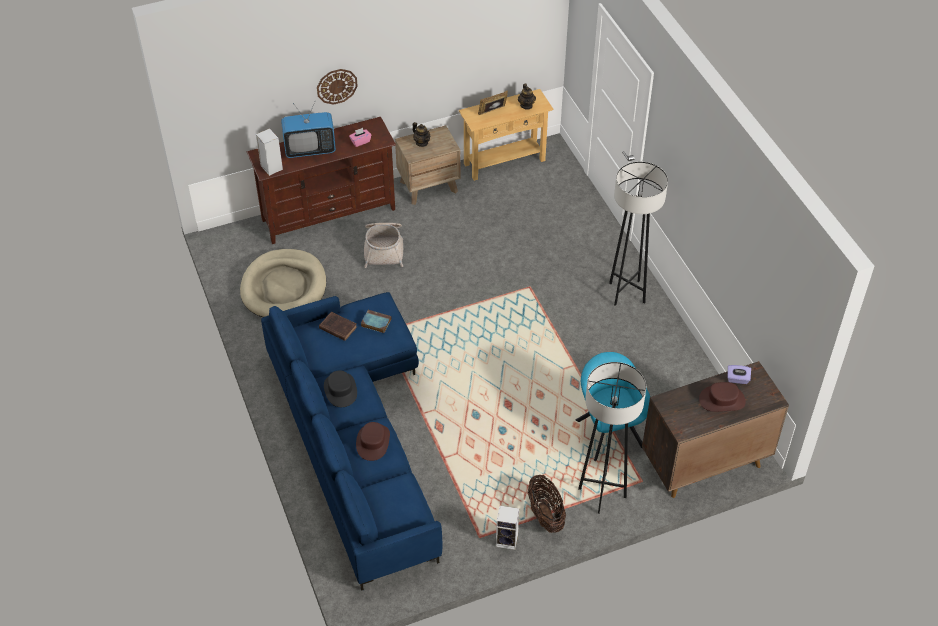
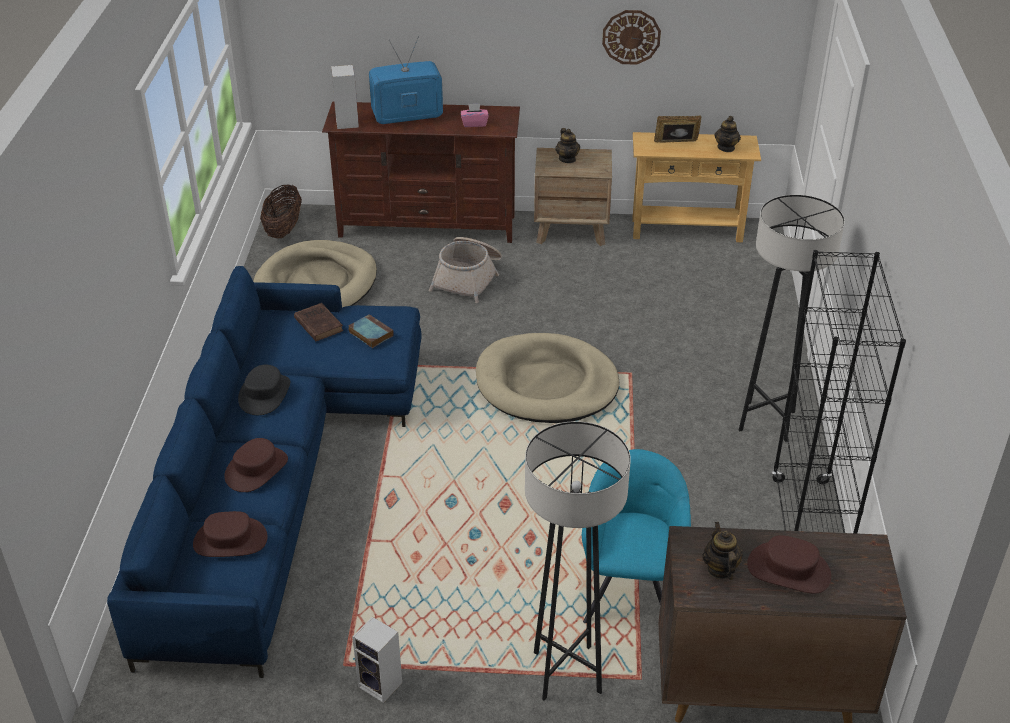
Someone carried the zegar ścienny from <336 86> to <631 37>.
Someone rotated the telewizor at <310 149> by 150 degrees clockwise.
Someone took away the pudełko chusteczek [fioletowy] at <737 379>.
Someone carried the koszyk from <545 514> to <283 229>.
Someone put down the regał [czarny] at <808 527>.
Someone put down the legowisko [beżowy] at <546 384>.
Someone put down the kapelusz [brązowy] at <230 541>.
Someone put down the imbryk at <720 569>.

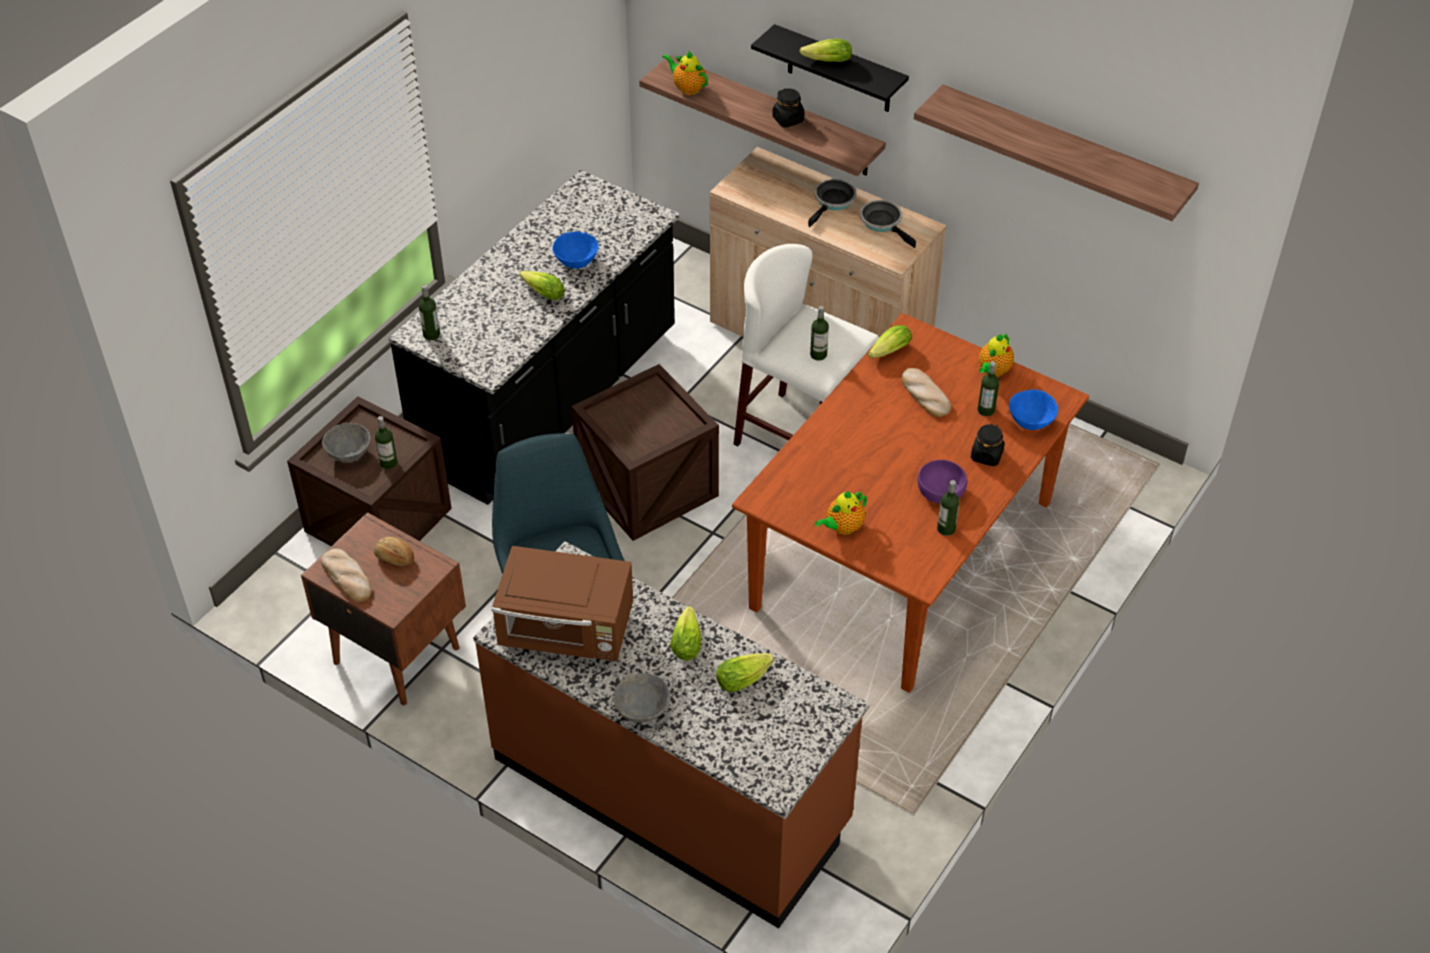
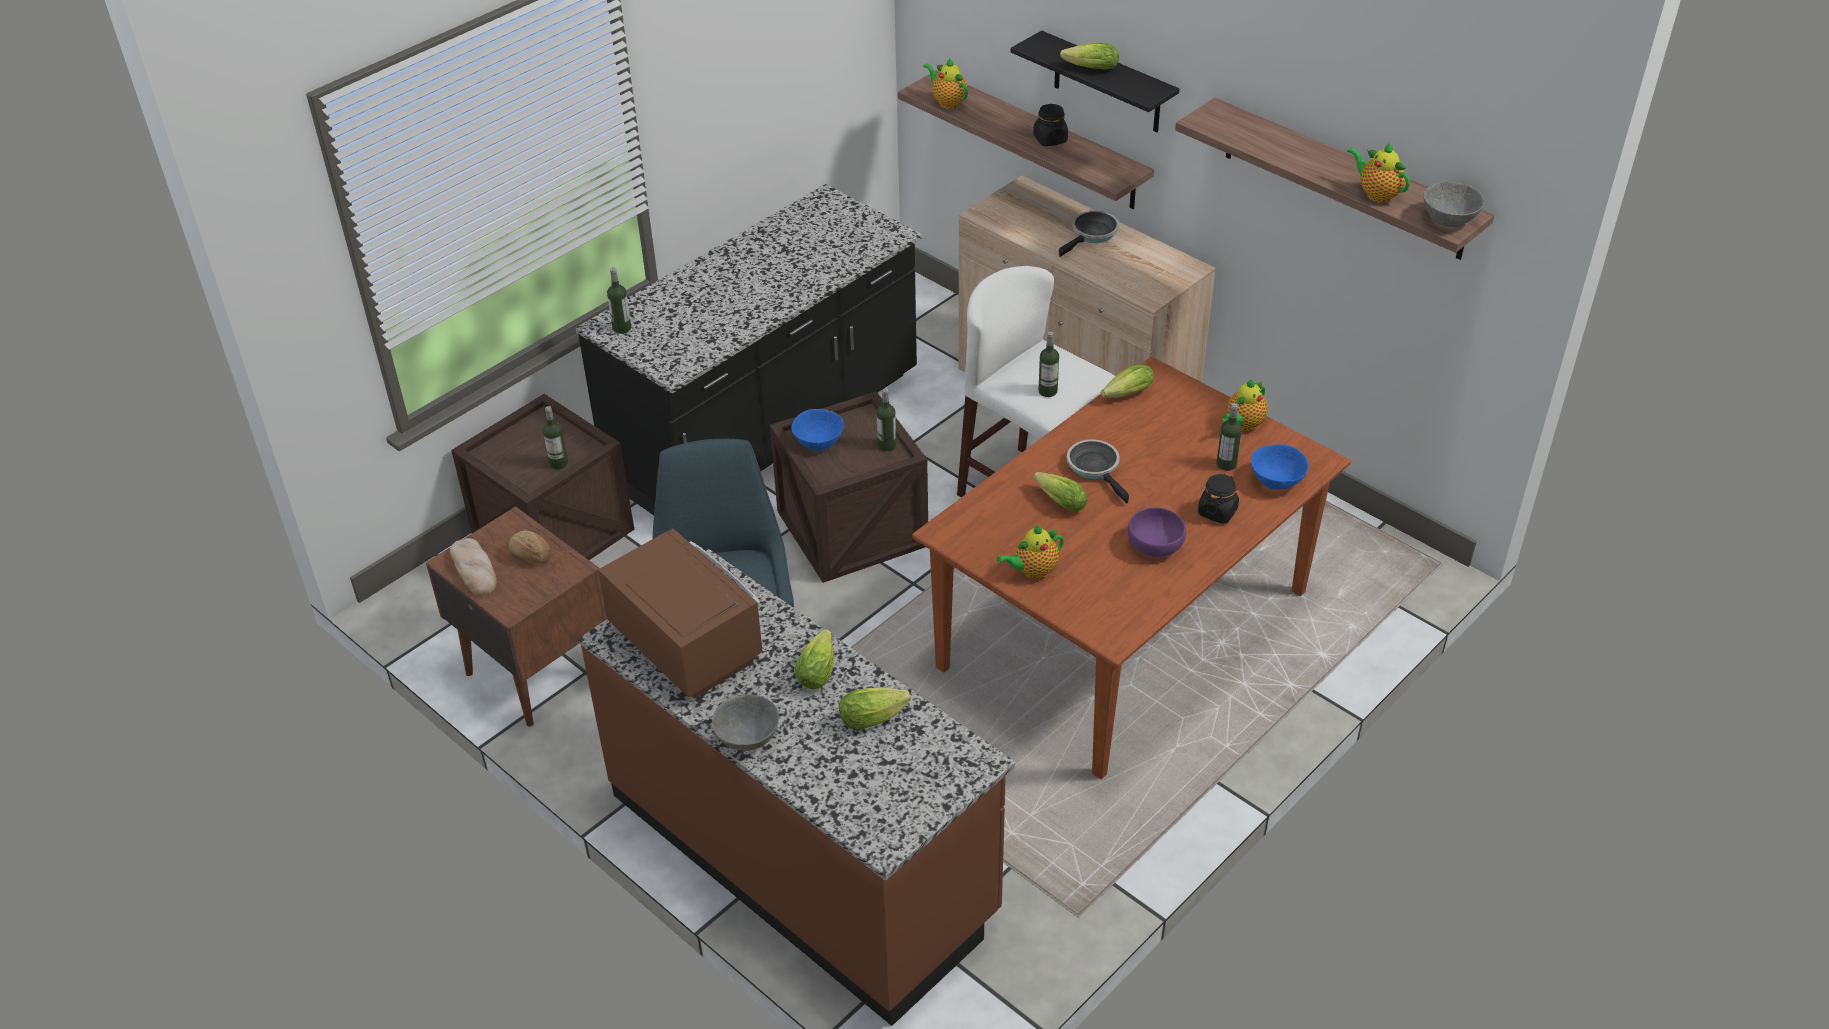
Someone carried the patelnia from <883 223> to <1095 468>.
Someone carried the miska [niebieski] from <576 262> to <818 443>.
Someone carried the sałata from <541 292> to <1058 500>.
Someone took away the chleb at <924 395>.
Someone carried the miska [szary] from <349 454> to <1449 220>.
Someone carried the butelka from <946 529> to <887 445>.
Someone rotated the mikrofalówka [brązowy] at <568 631> by 150 degrees counterclockwise.
Someone put down the imbryk at <1376 194>.

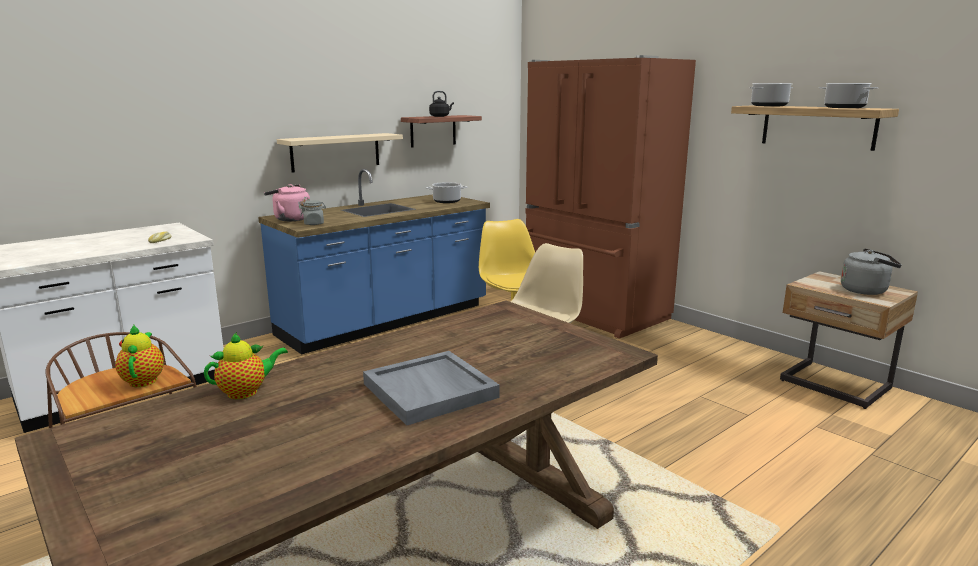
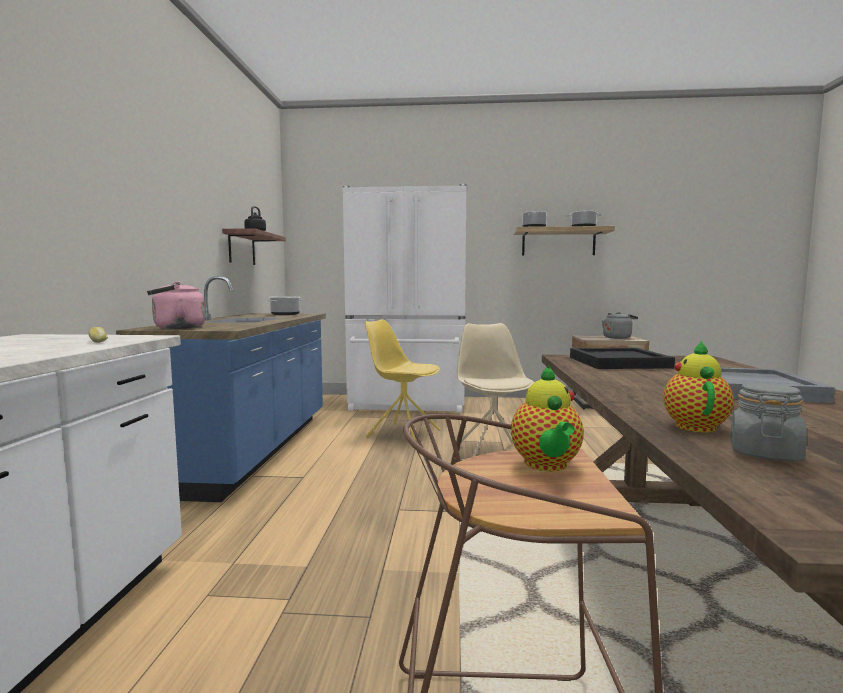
Someone repainted the lodówka [brązowy] at <593 312>, which became the lodówka [biały] at <408 404>.
Someone took away the półka [beżowy] at <336 152>.
Someone carried the słoik [szary] from <314 224> to <764 453>.
Someone rotated the imbryk at <144 380> by 120 degrees counterclockwise.
Someone put down the taca [czarny] at <618 362>.

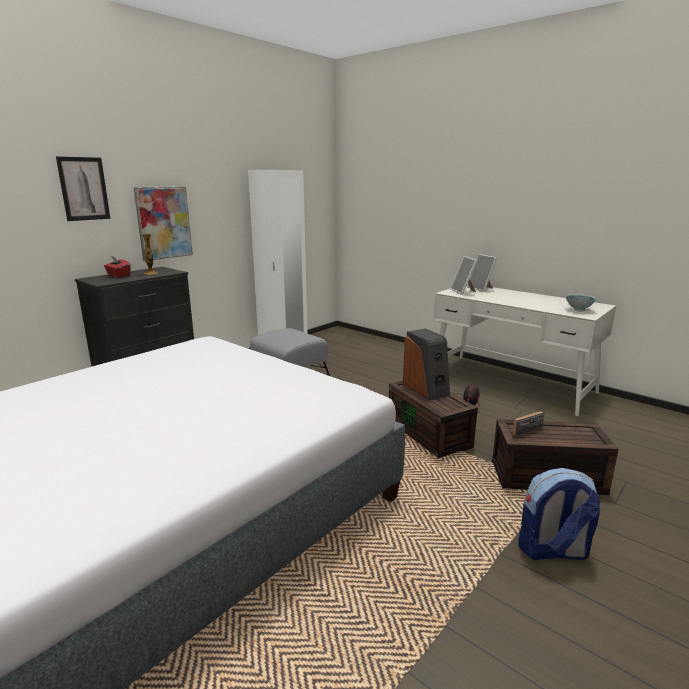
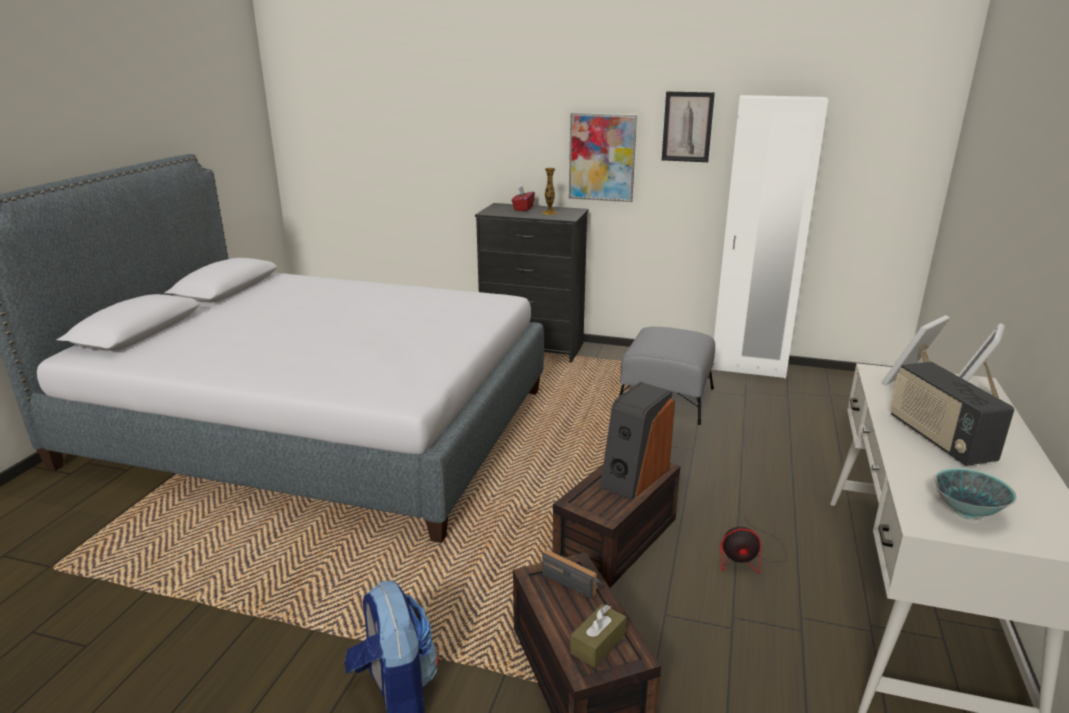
Someone carried the obraz from <84 189> to <687 127>.
Someone put down the radio at <938 439>.
Someone put down the pudełko chusteczek [brązowy] at <598 644>.

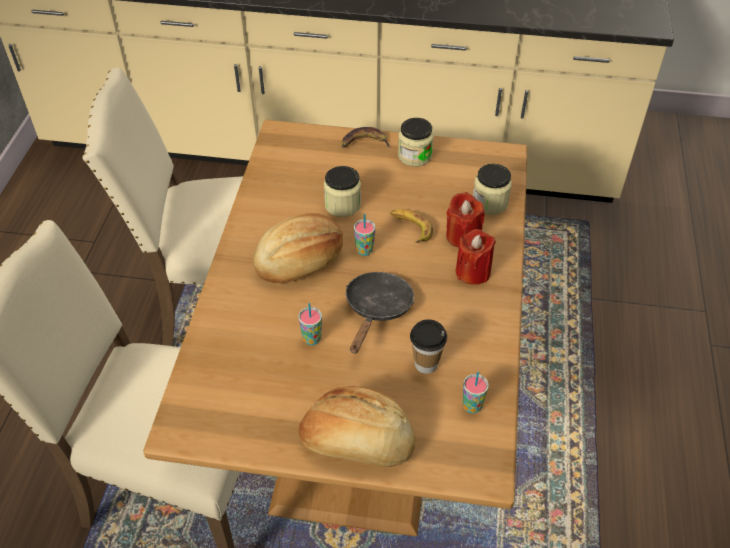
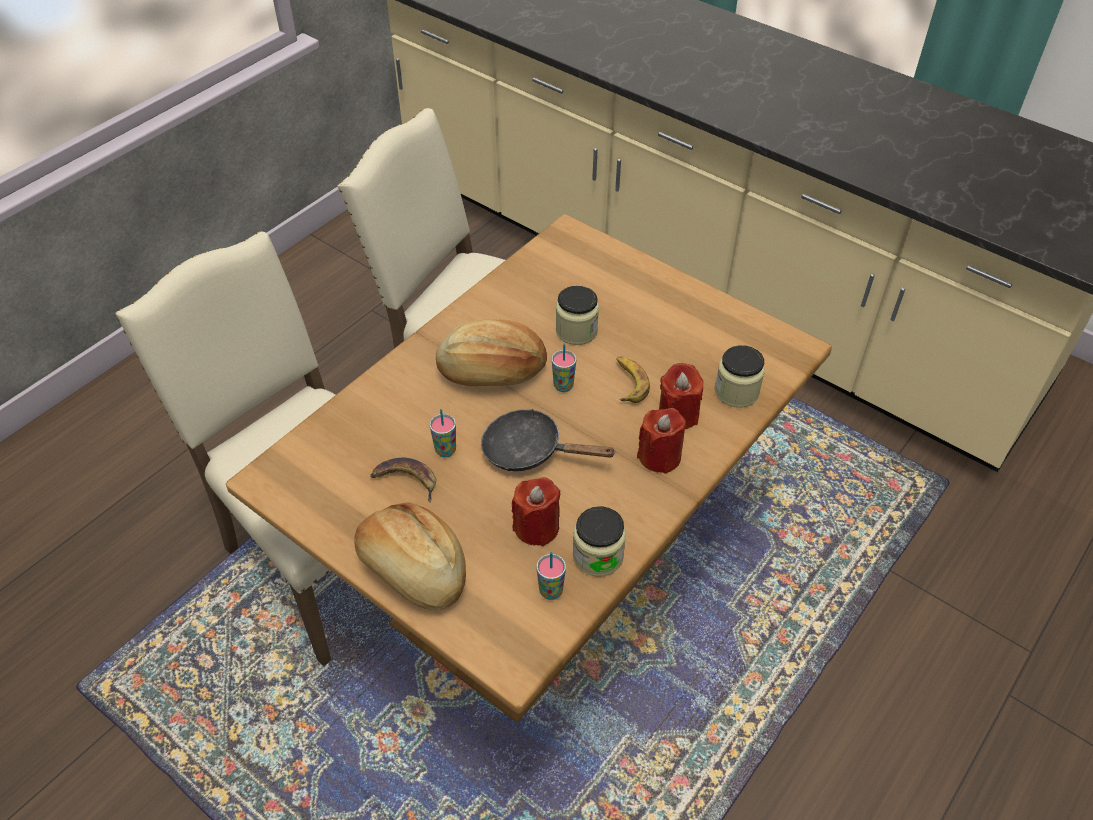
Someone carried the słoik from <414 156> to <598 556>.
Someone carried the banan from <364 142> to <405 480>.
Someone rotated the patelnia [czarny] at <377 310> by 120 degrees counterclockwise.
Someone swapped the filiżanka at <425 364> for the świeca [czerwony] at <536 527>.

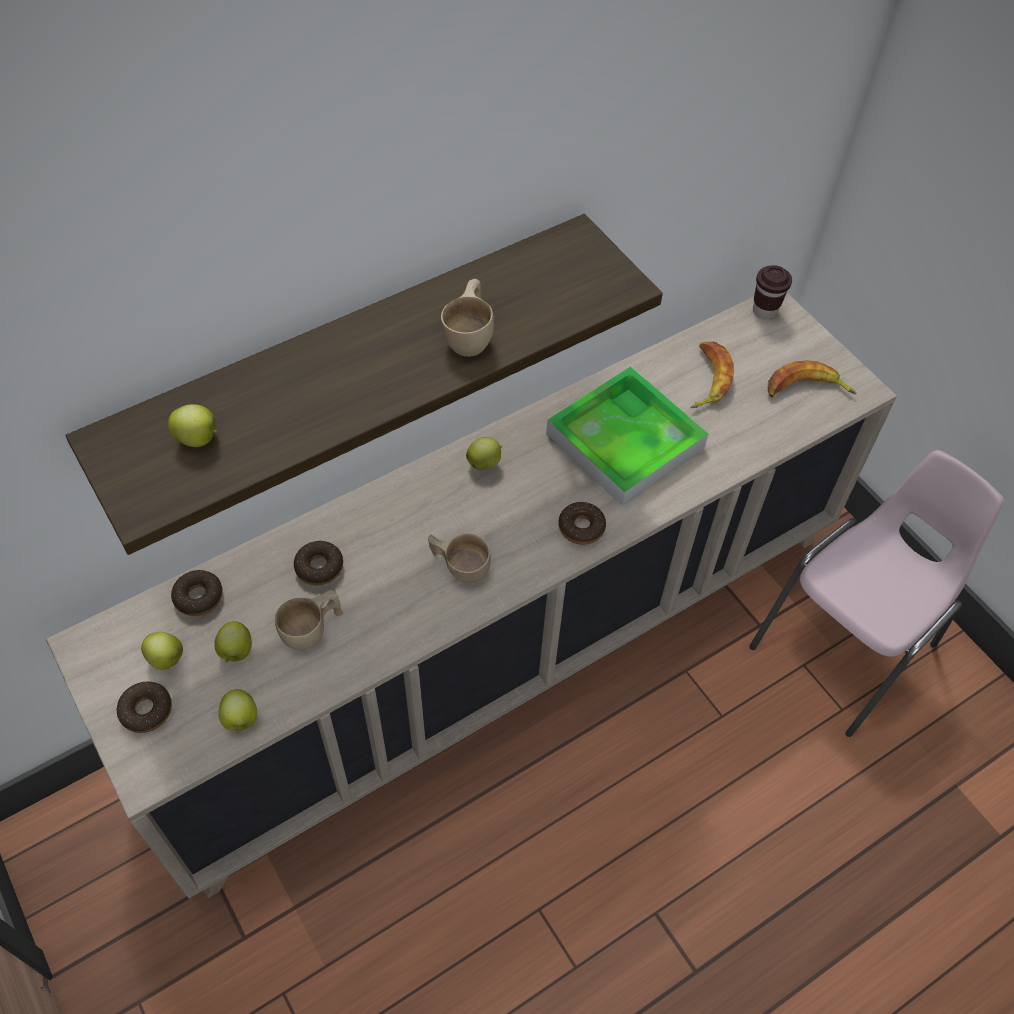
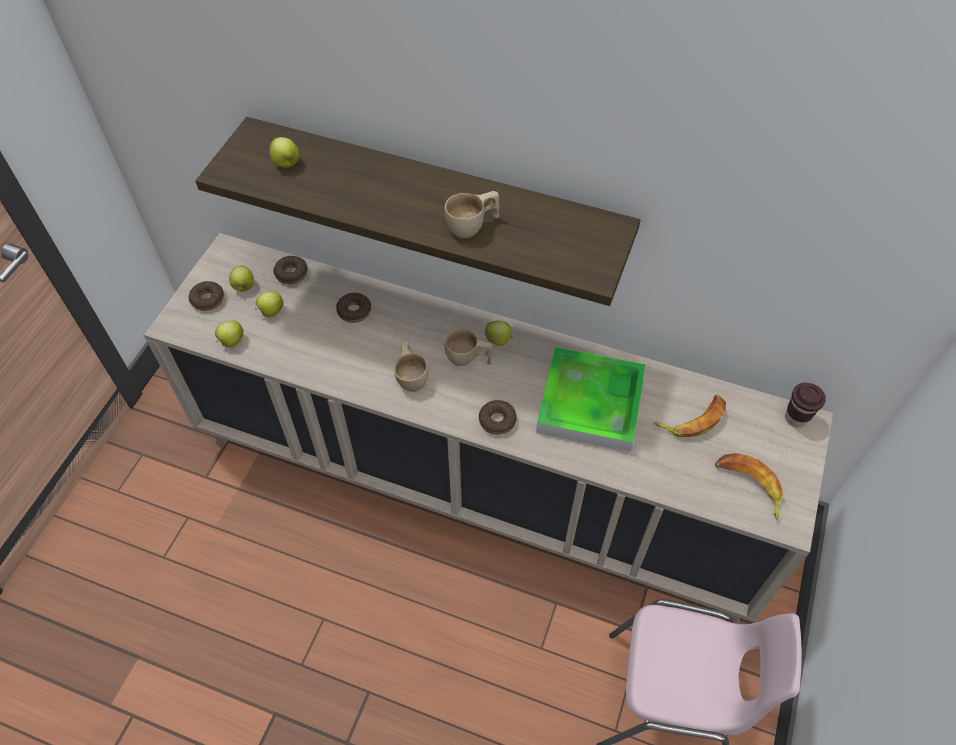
Someone carried the filiżanka [beżowy] from <313 630> to <468 359>.

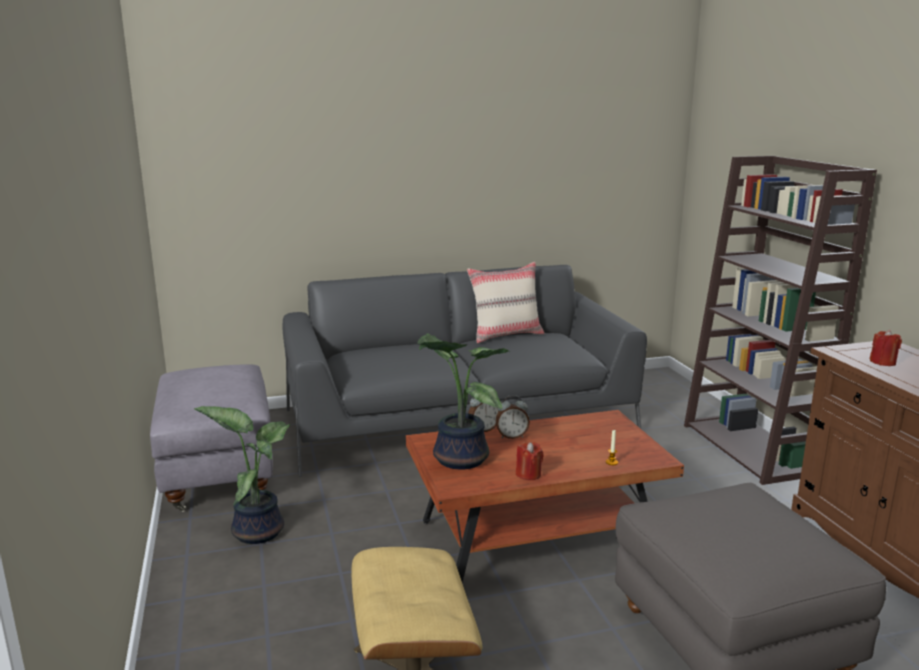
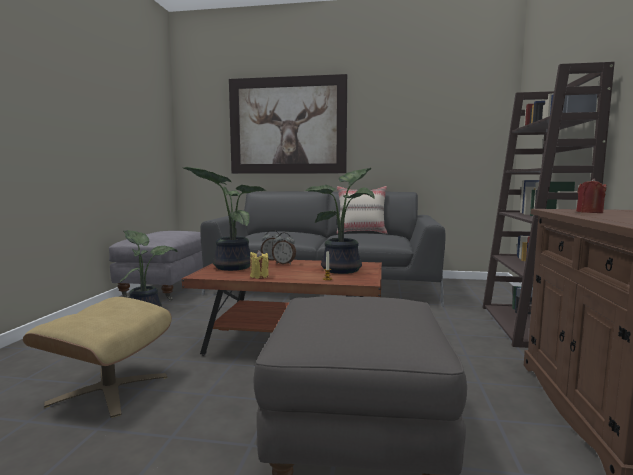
Someone repainted the świeca [czerwony] at <528 474>, which became the świeca [żółty] at <259 276>.
Someone put up the obraz at <287 126>.
Someone put down the roślina doniczkowa at <344 270>.

